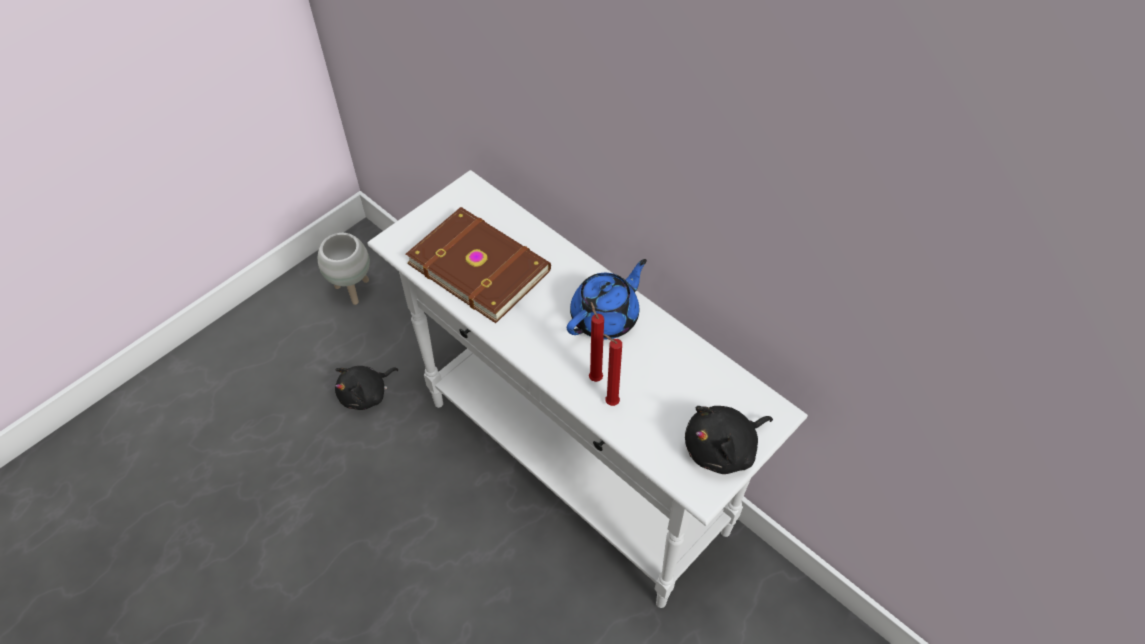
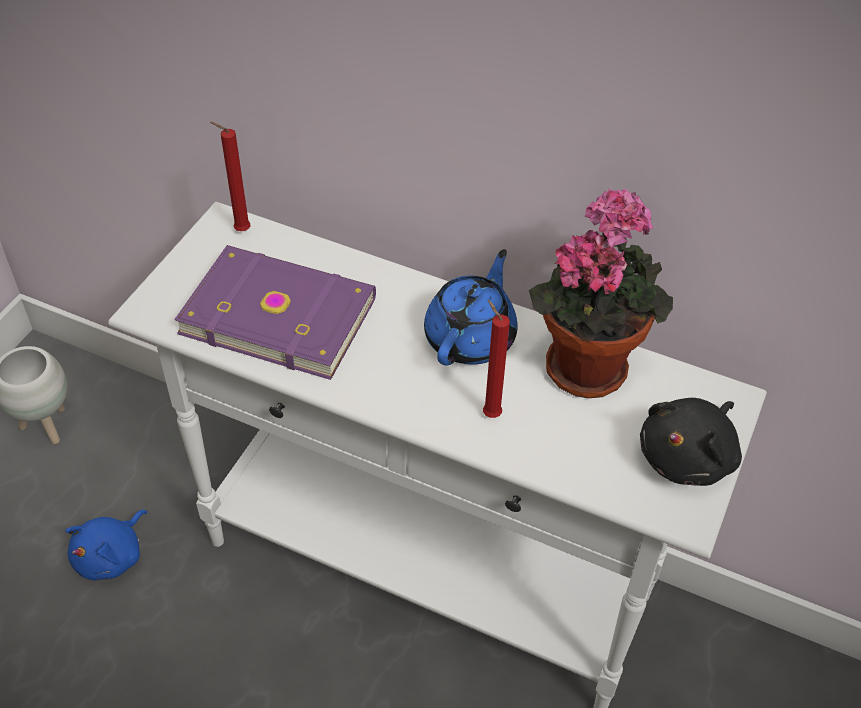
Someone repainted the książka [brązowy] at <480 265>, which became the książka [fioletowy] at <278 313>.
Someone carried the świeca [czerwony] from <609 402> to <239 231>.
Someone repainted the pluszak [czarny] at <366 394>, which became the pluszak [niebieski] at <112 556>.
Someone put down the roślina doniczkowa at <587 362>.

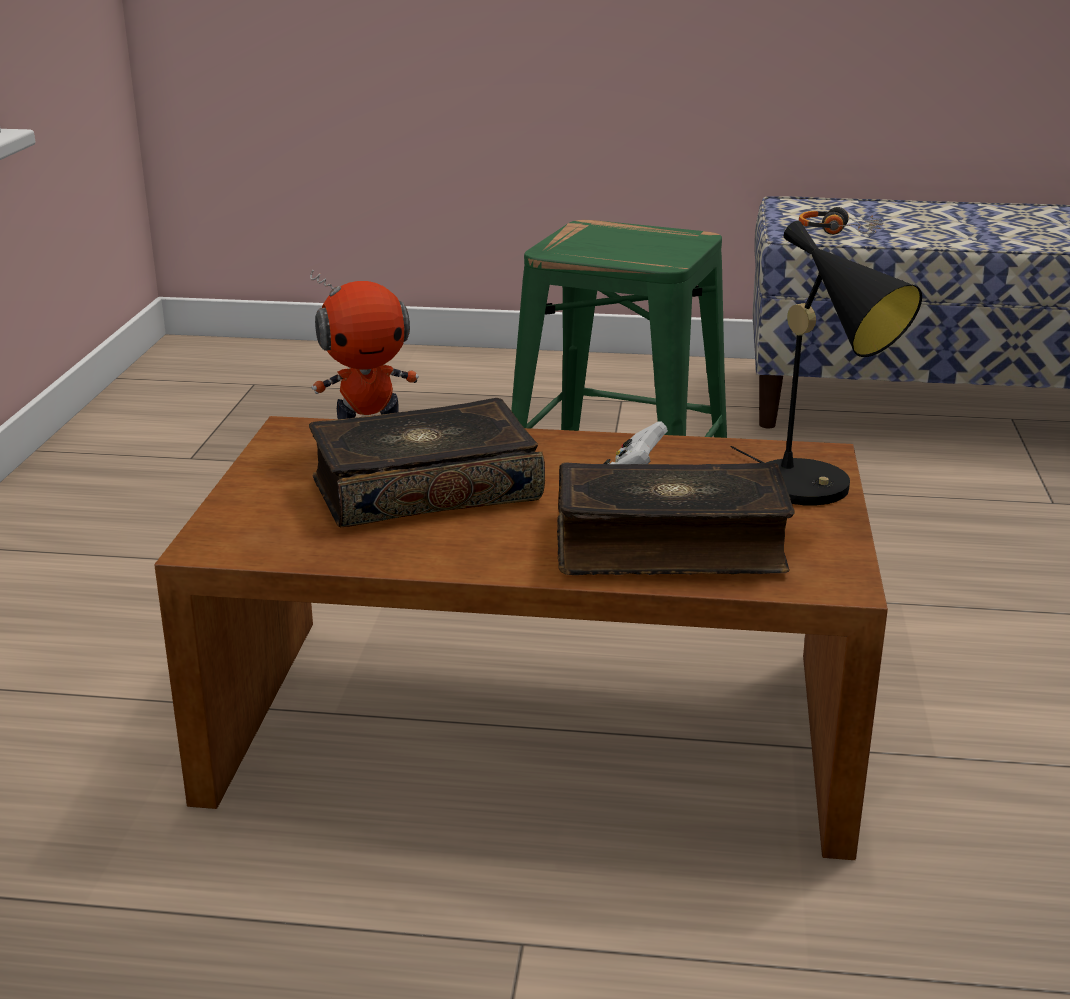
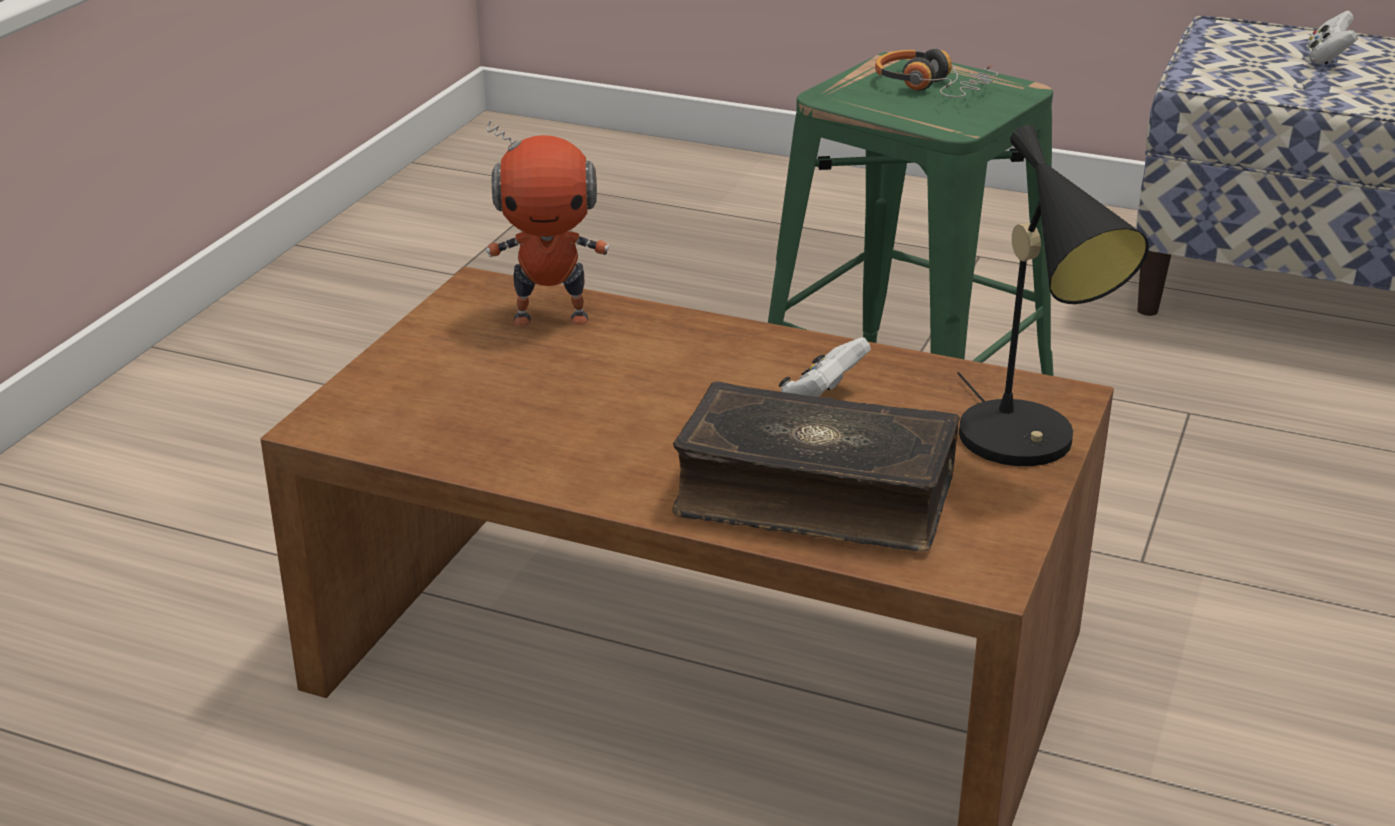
Someone carried the słuchawki from <840 232> to <933 87>.
Someone took away the książka at <425 489>.
Someone put down the pad do gier [biały] at <1327 58>.

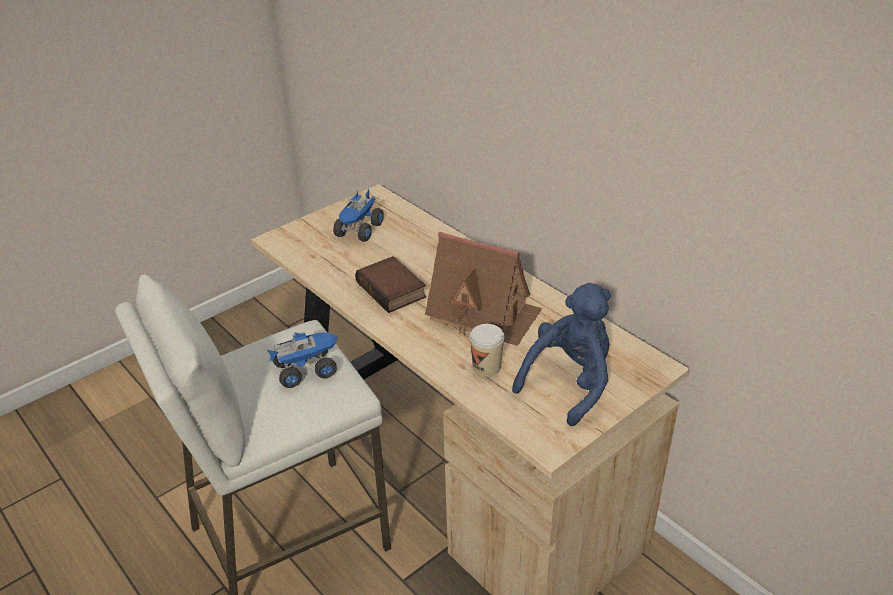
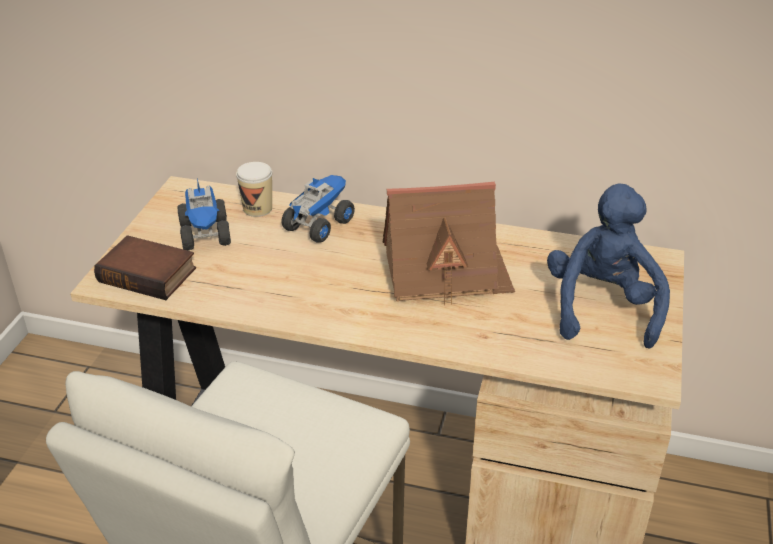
Someone carried the książka from <393 290> to <150 274>.
Someone carried the filiżanka from <486 367> to <257 209>.
Someone carried the ciężarówka zabawkowa from <306 370> to <319 224>.

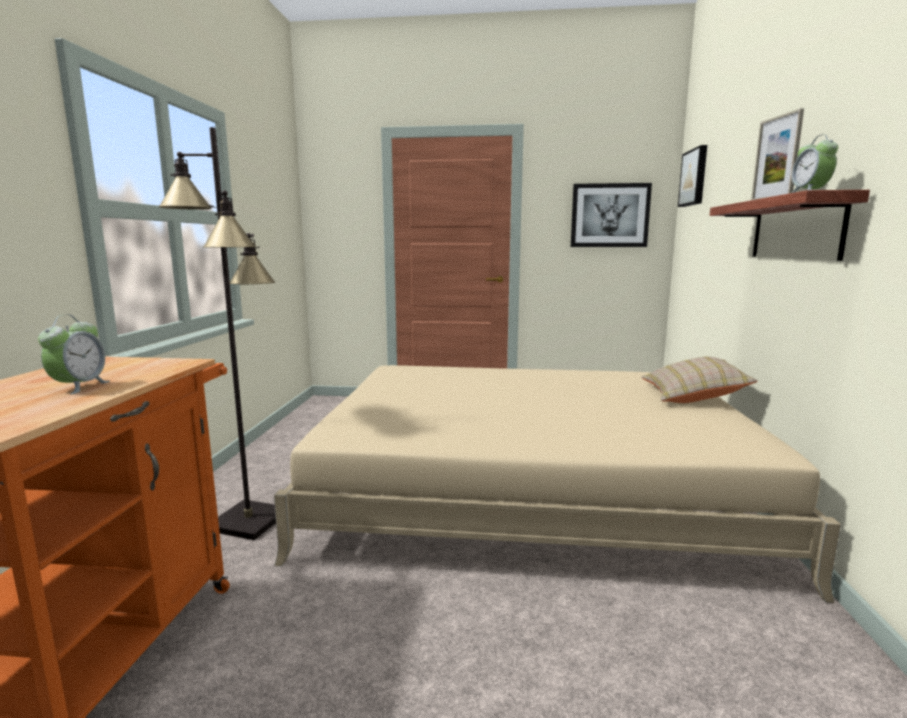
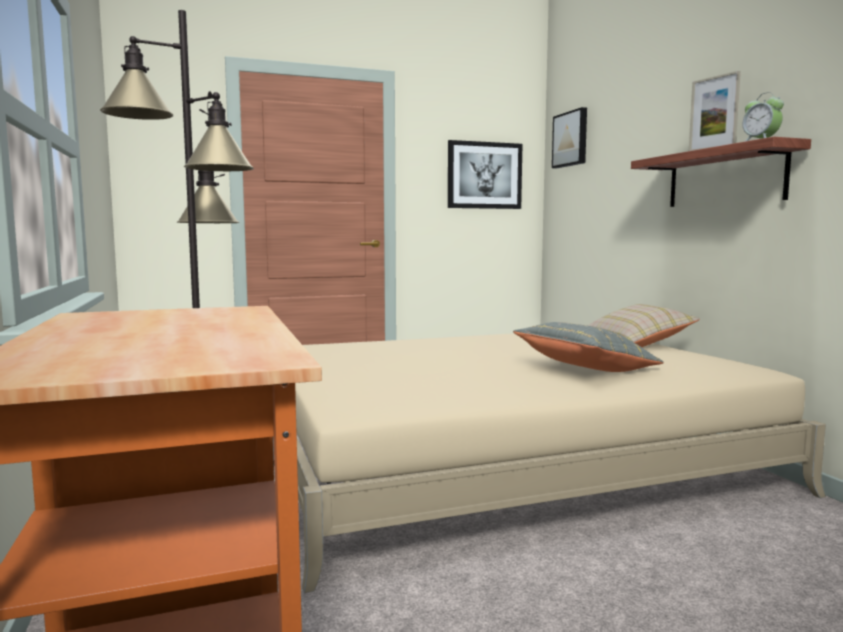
Someone took away the budzik at <79 387>.
Someone put down the poduszka [szary] at <585 369>.

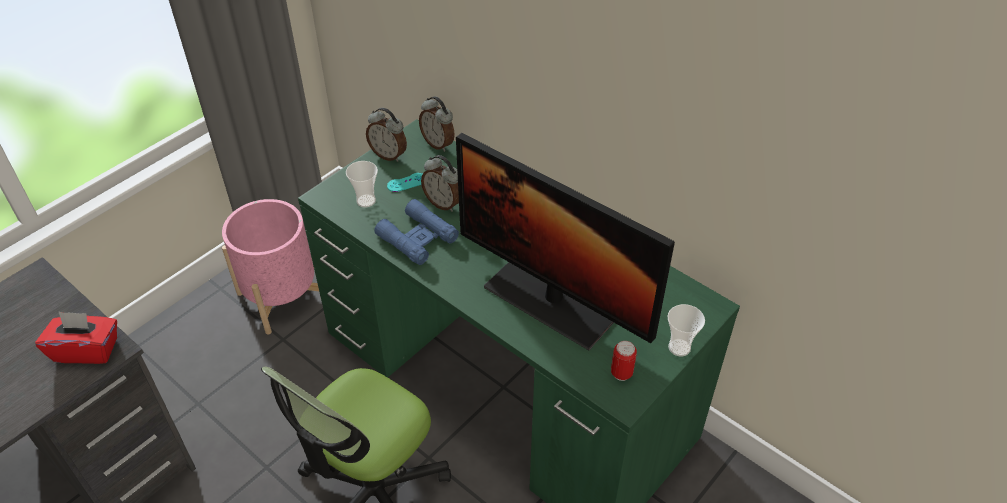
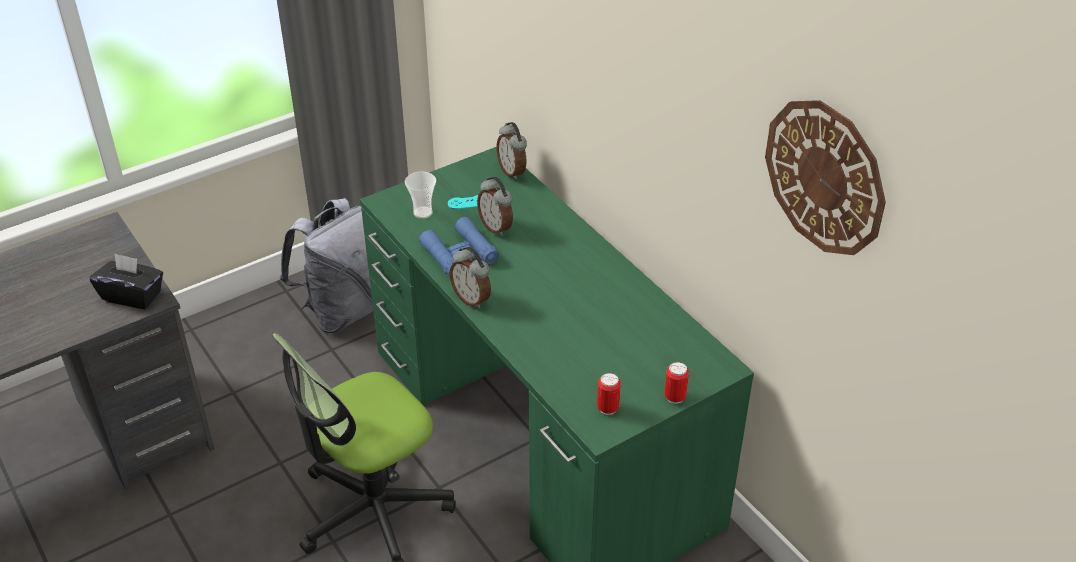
Someone carried the budzik from <389 155> to <472 299>.
Someone took away the monitor at <552 300>.
Someone swapped the donica [różowy] at <282 298> for the plecak [szary] at <343 310>.
Someone swapped the filiżanka at <679 347> for the puszka at <675 397>.
Someone repainted the pudełko chusteczek [czerwony] at <87 350>, which became the pudełko chusteczek [czarny] at <132 295>.
Someone put up the zegar ścienny at <825 177>.

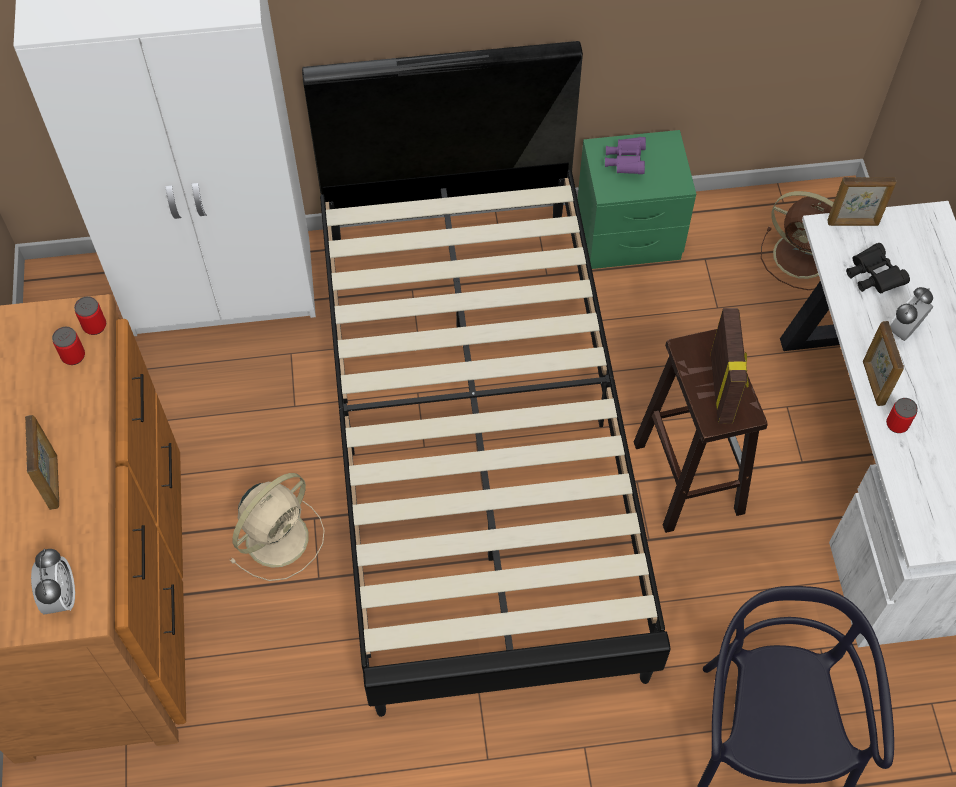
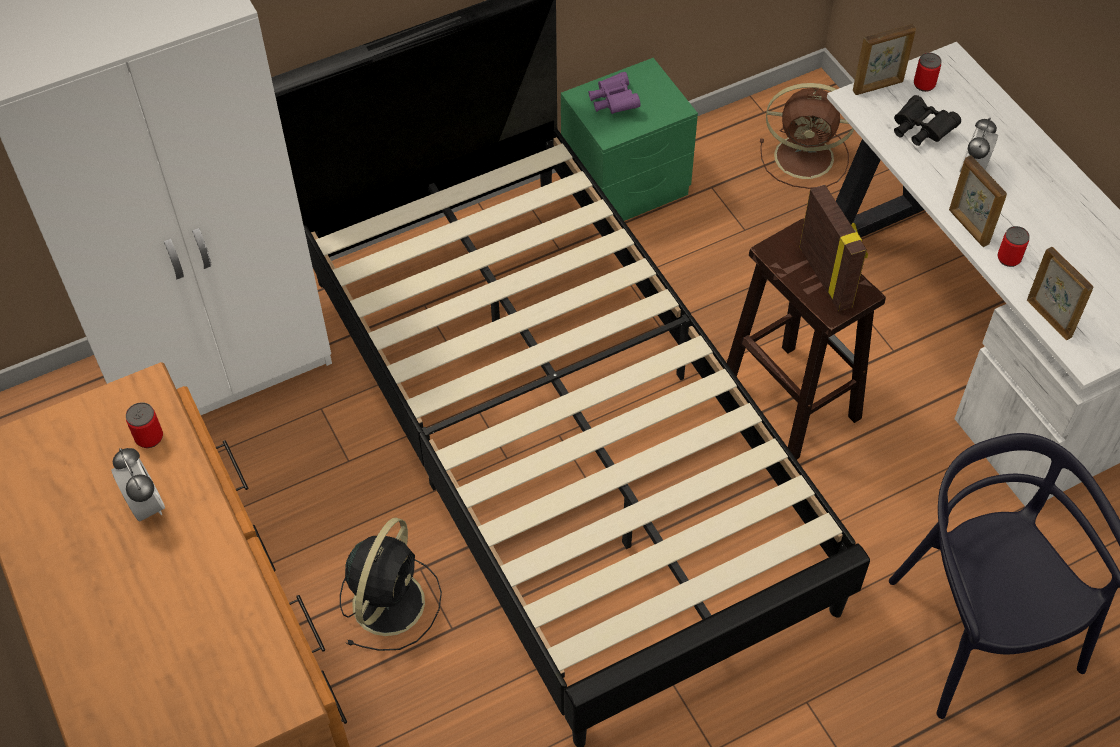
Someone carried the puszka from <94 326> to <924 84>.
Someone carried the ramka na zdjęcie from <53 481> to <1049 318>.
Someone repainted the wentylator [beżowy] at <279 536>, which became the wentylator [czarny] at <390 600>.
Someone carried the budzik from <61 596> to <145 505>.

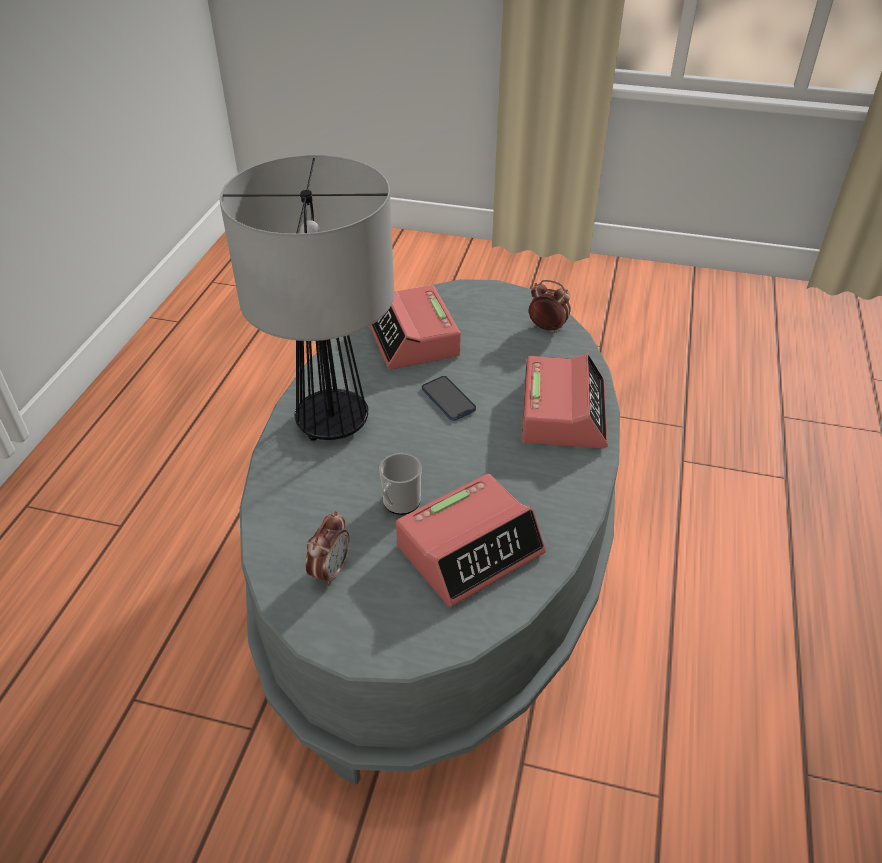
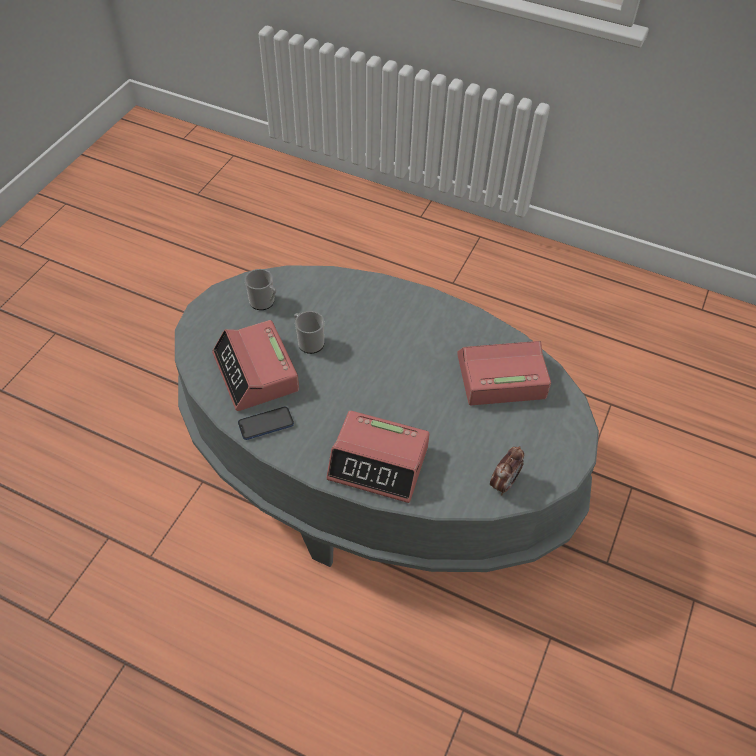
Someone took away the lampa stołowa at <331 422>.
Someone carried the telefon from <448 399> to <266 424>.
Someone swapped the budzik at <330 571> for the kubek at <264 302>.

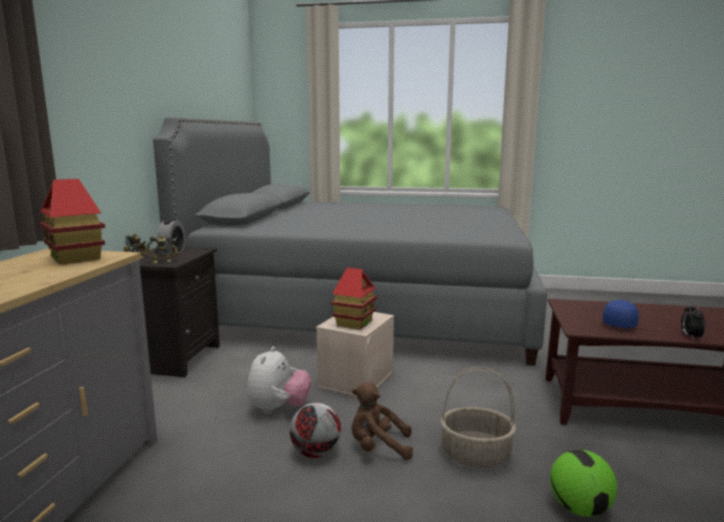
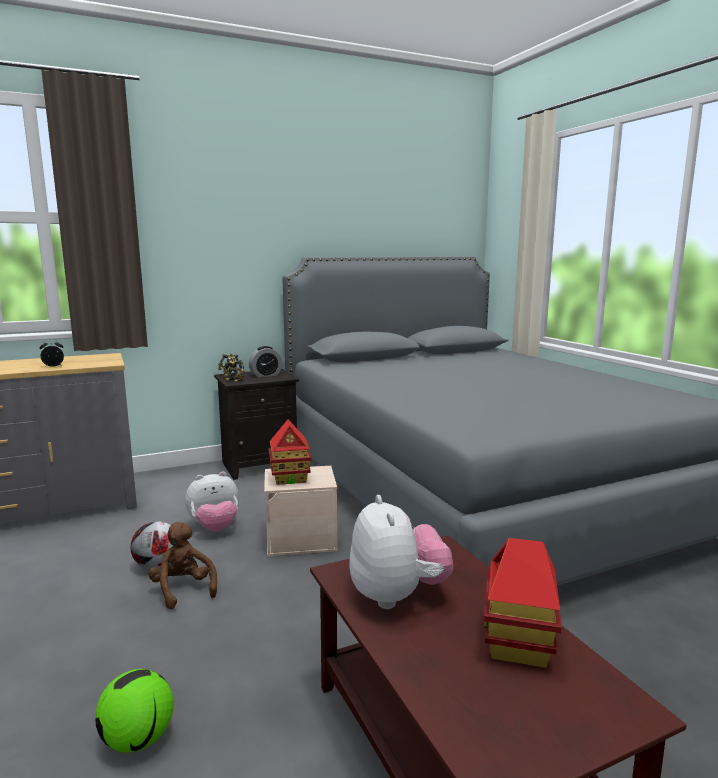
Someone carried the domek from <76 258> to <518 645>.
Someone swapped the czapka z daszkiem [niebieski] at <618 323> for the pluszak at <397 596>.
Someone carried the budzik from <690 337> to <53 366>.
Someone took away the koszyk at <476 454>.

